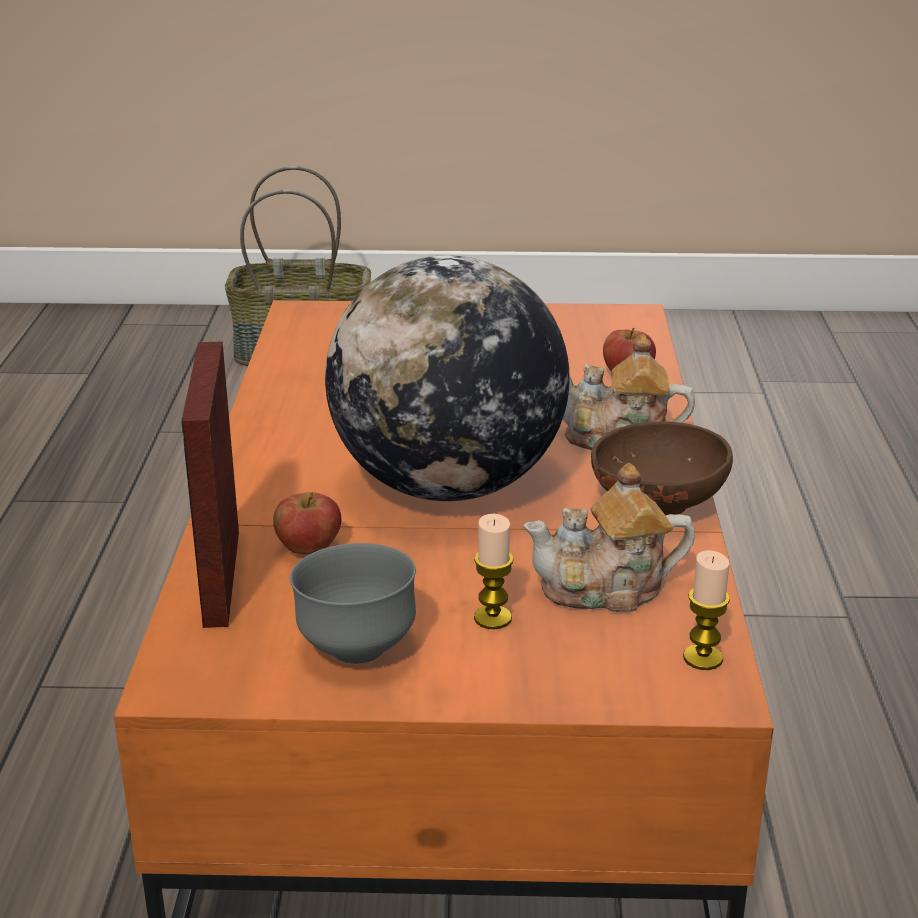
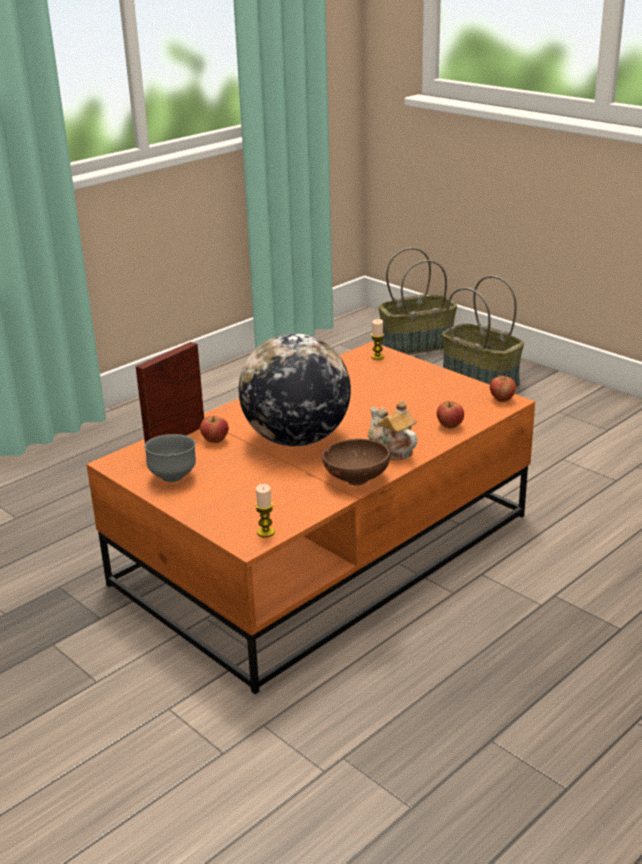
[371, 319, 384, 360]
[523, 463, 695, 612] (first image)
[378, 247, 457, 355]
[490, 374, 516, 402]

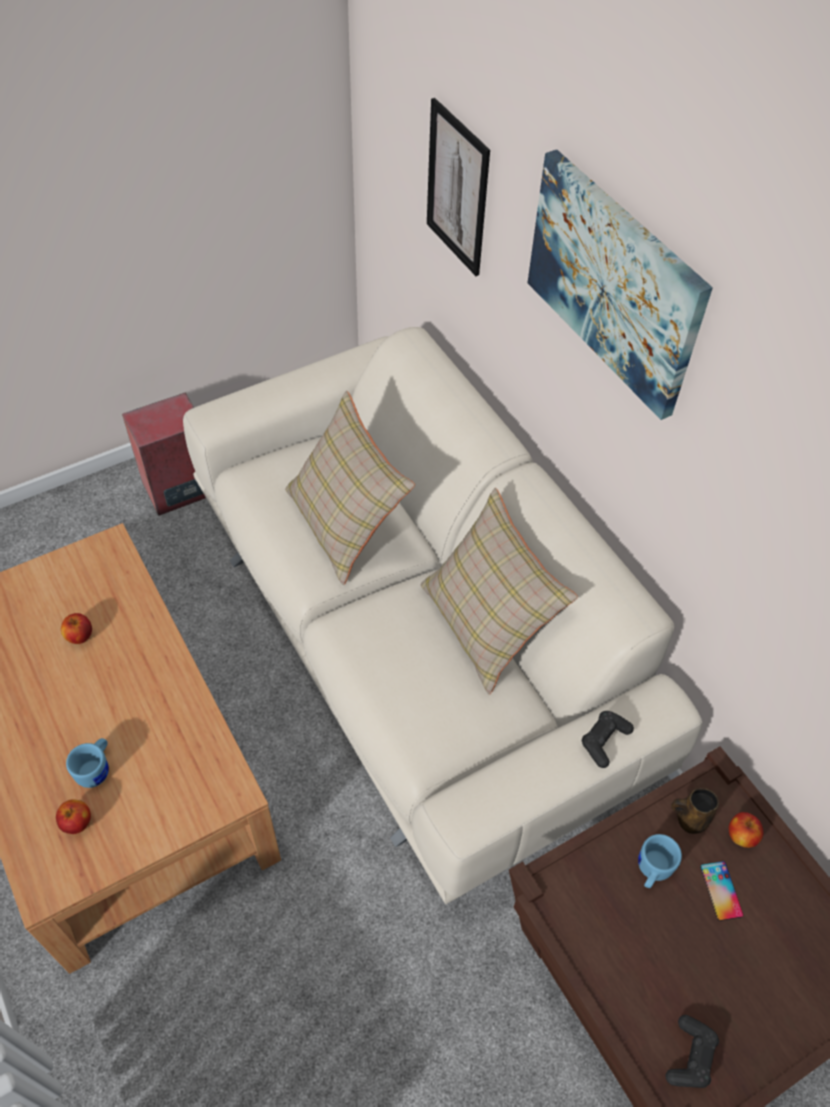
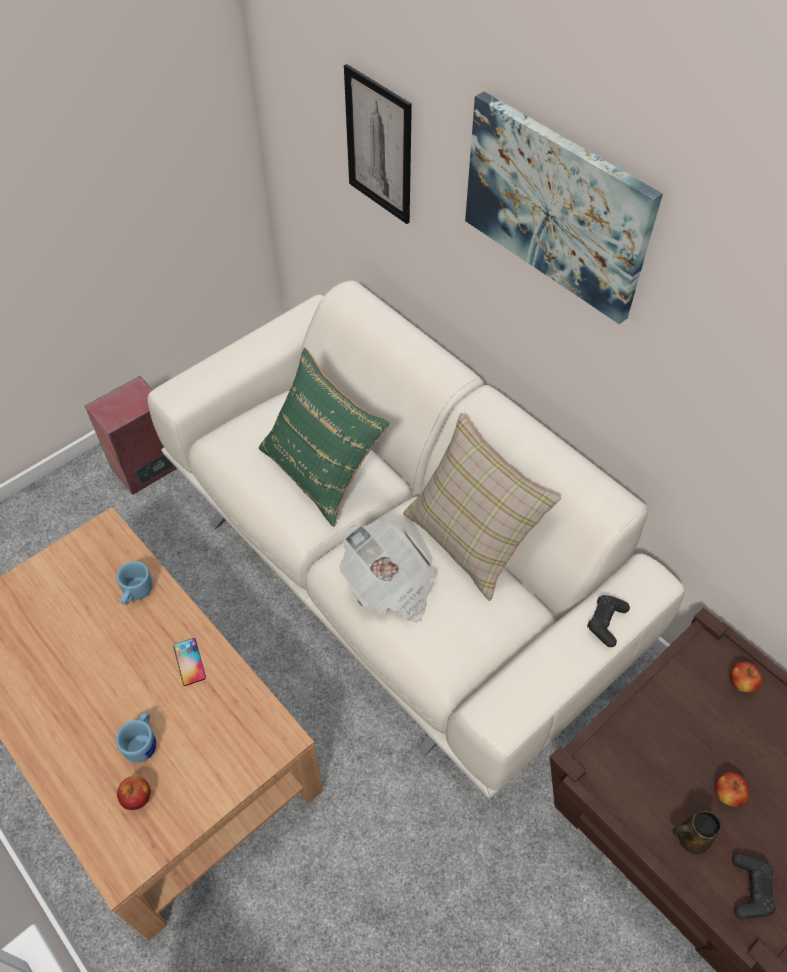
[715, 772, 750, 807]
[259, 348, 390, 527]
[116, 561, 153, 605]
[672, 811, 722, 854]
[173, 638, 206, 686]
[339, 519, 437, 623]

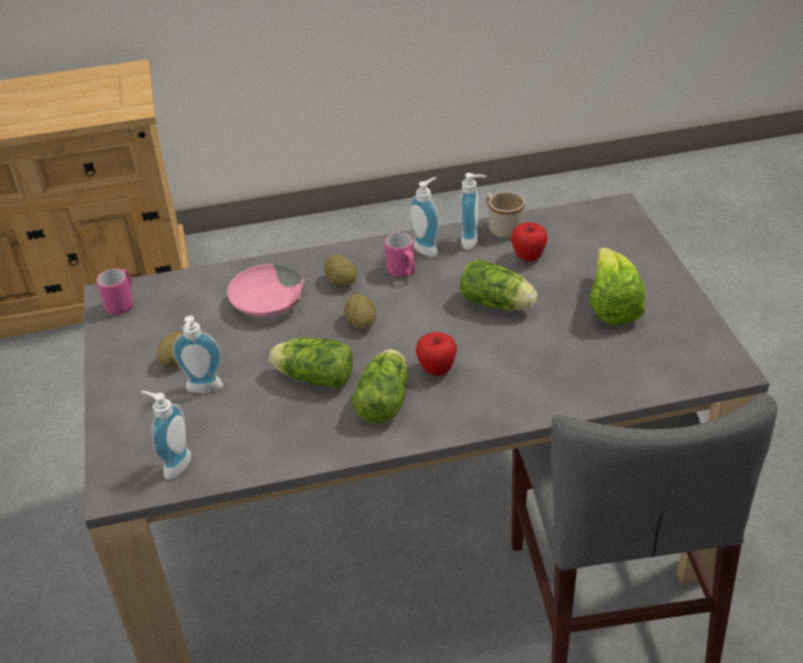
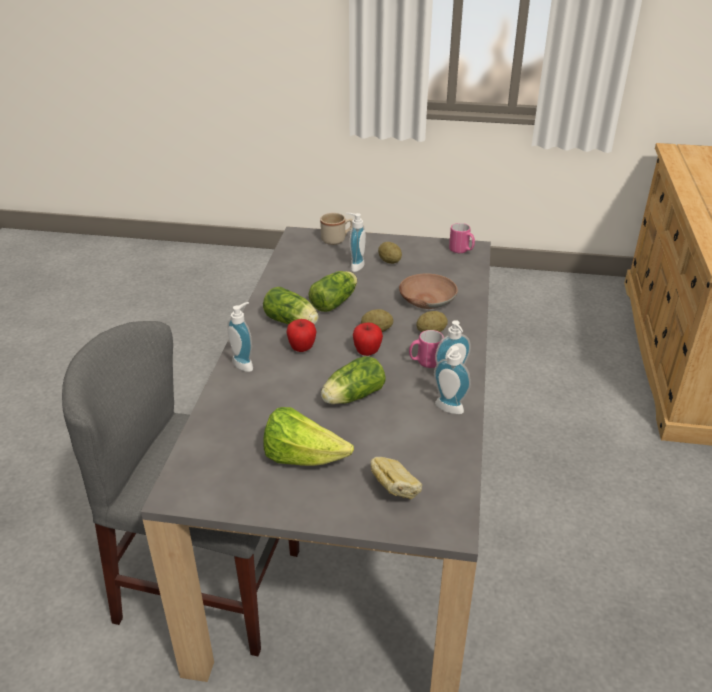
[227, 302, 253, 372]
[399, 274, 458, 309]
[320, 213, 353, 245]
[353, 322, 383, 356]
[370, 457, 422, 499]

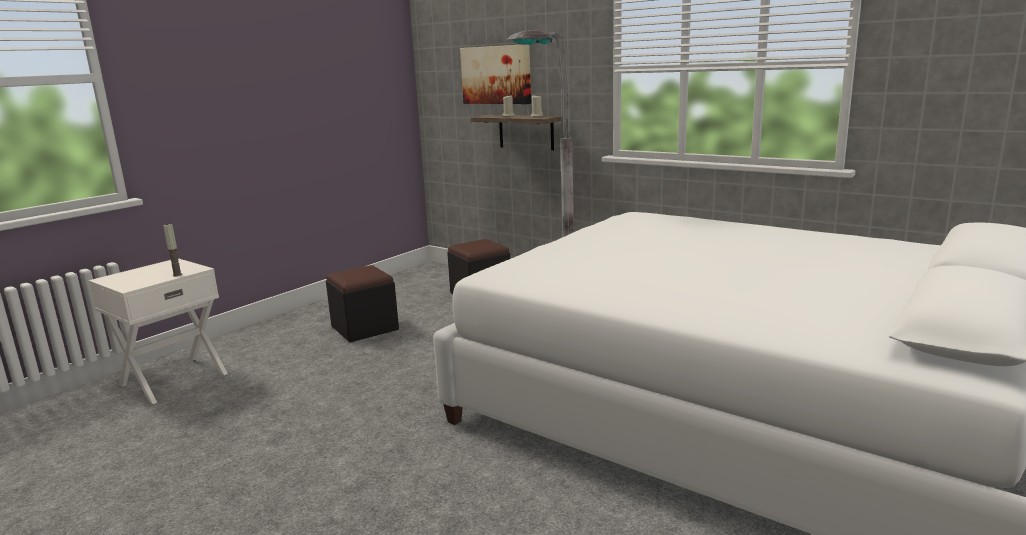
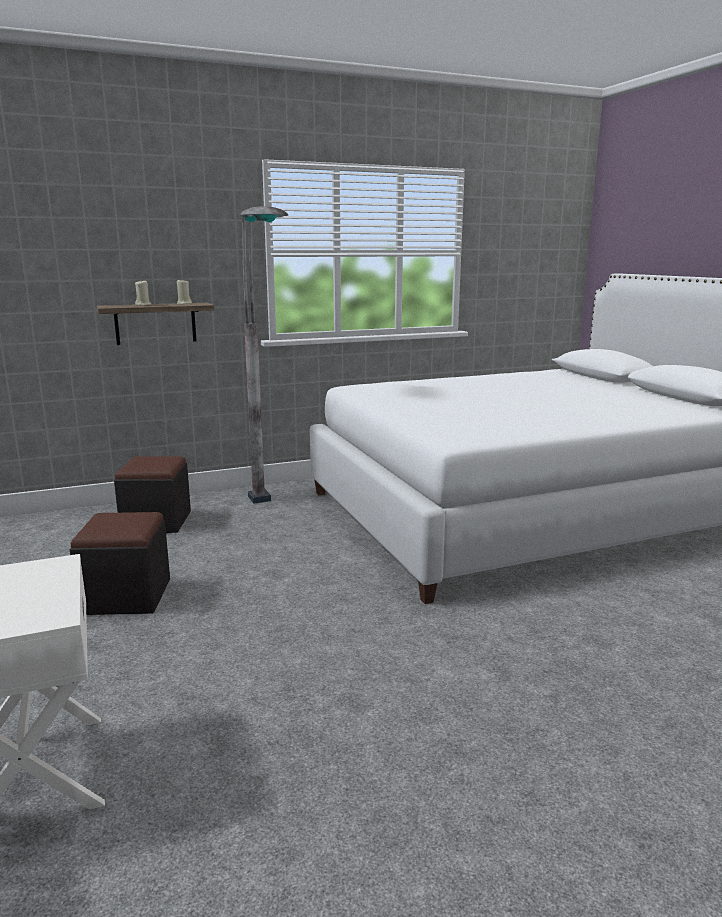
[163, 224, 182, 276] (first image)
[460, 44, 531, 104] (first image)

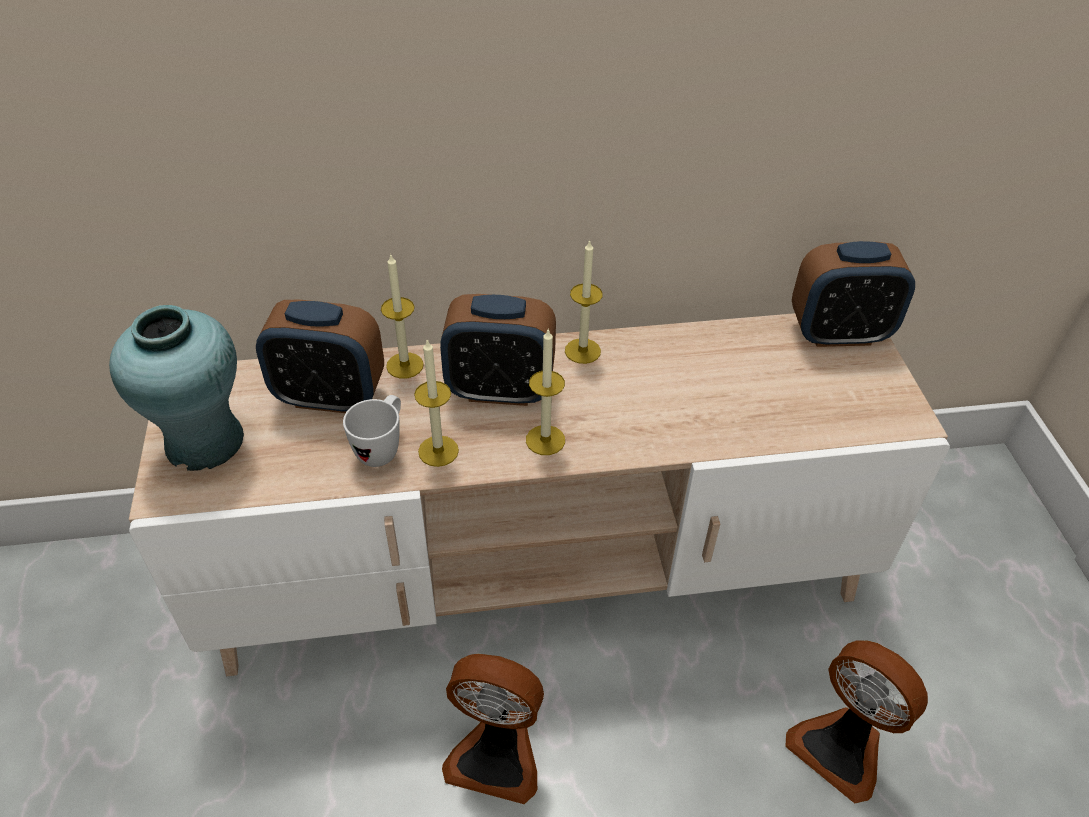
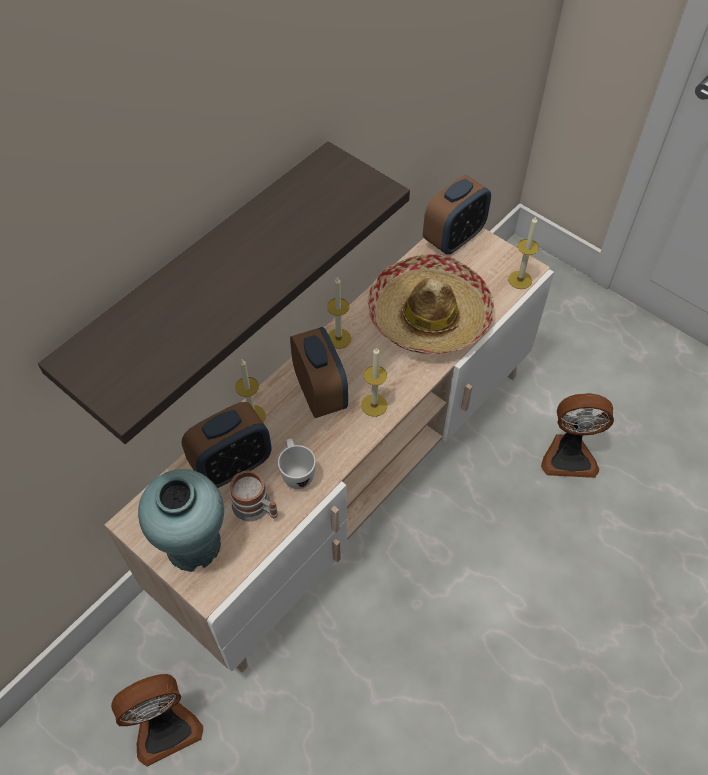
[508, 217, 539, 289]
[290, 327, 348, 418]
[111, 674, 203, 767]
[38, 141, 410, 444]
[229, 471, 278, 521]
[368, 254, 494, 355]

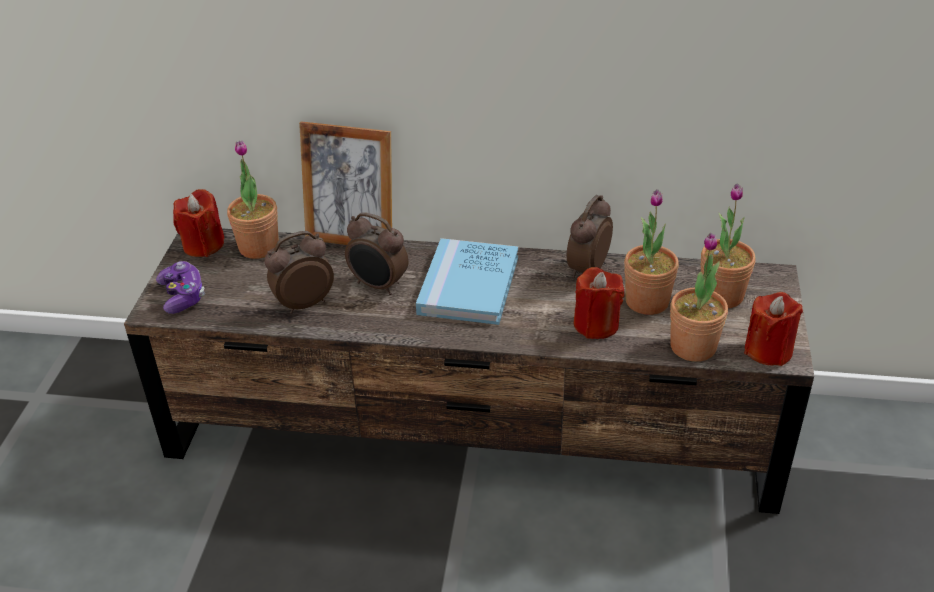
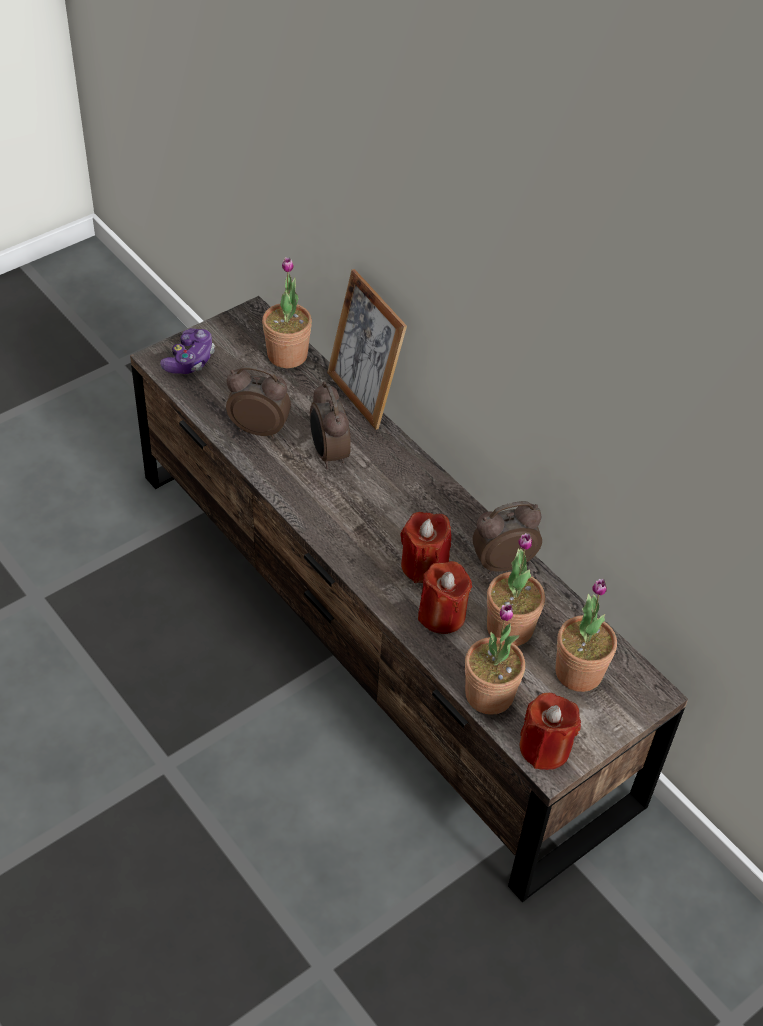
[400, 512, 451, 583]
[416, 238, 518, 325] (first image)

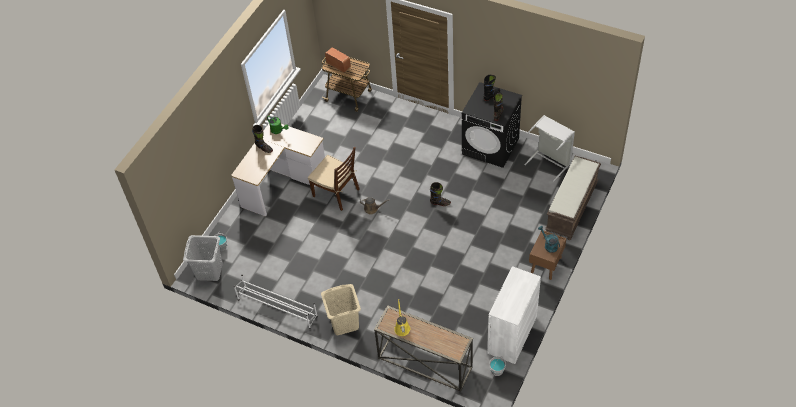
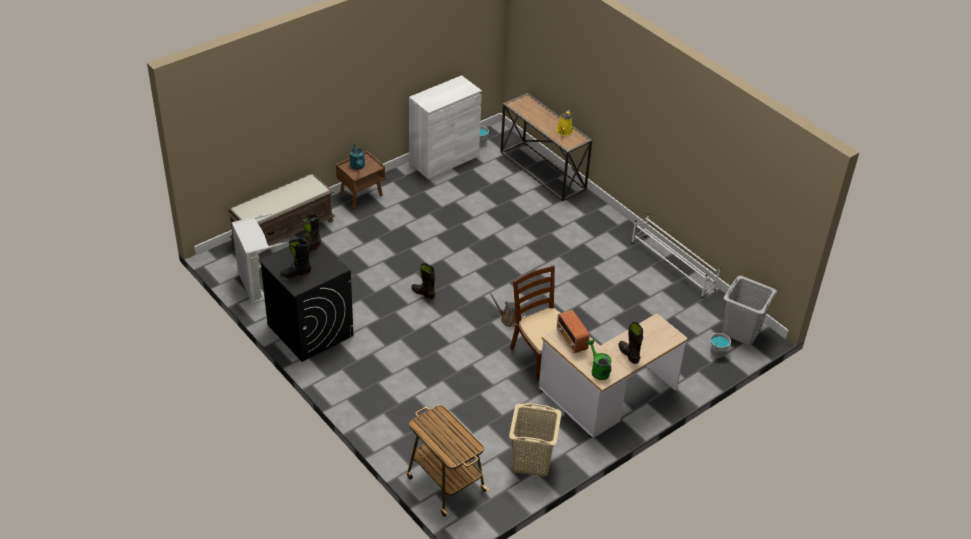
[509, 403, 562, 477]
[557, 310, 590, 353]

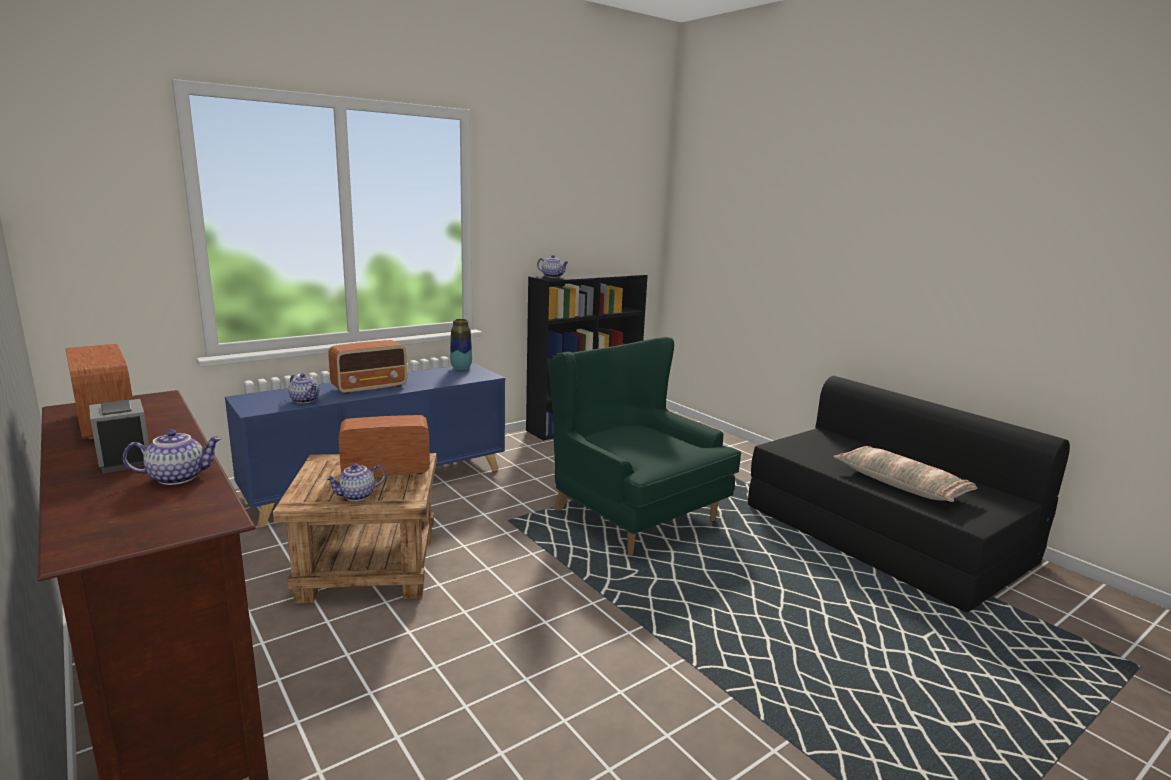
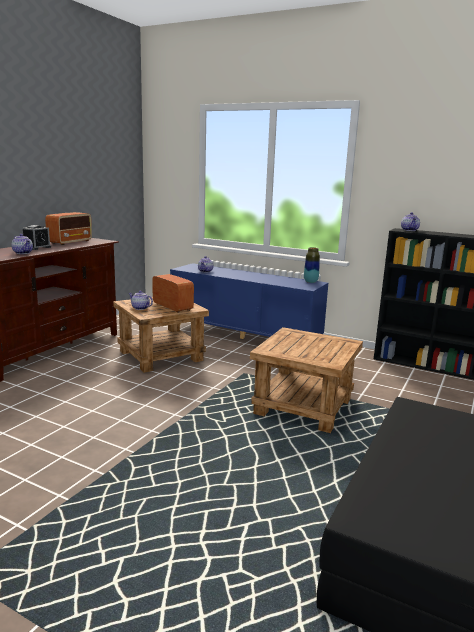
[328, 340, 407, 394] (first image)
[250, 327, 363, 433]
[833, 446, 977, 502] (first image)

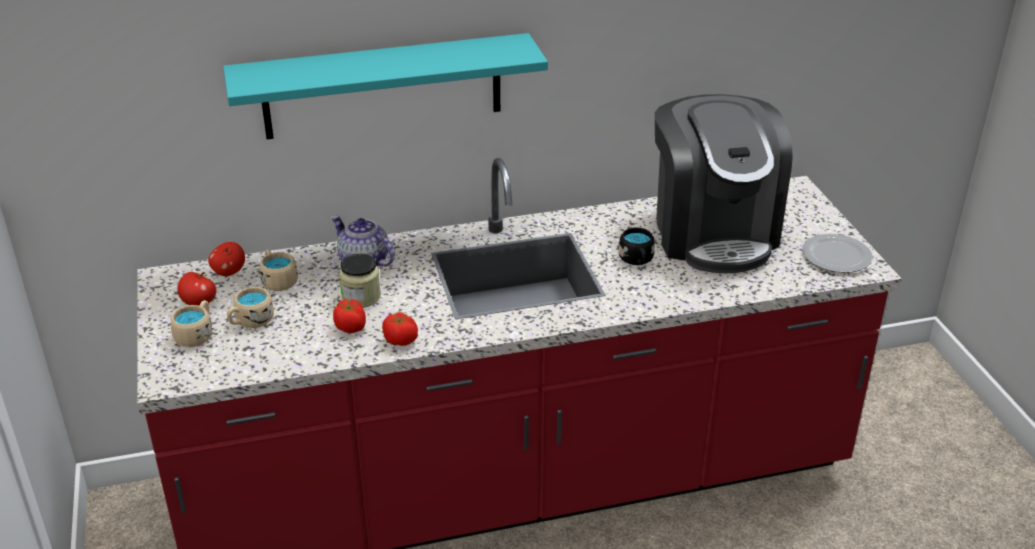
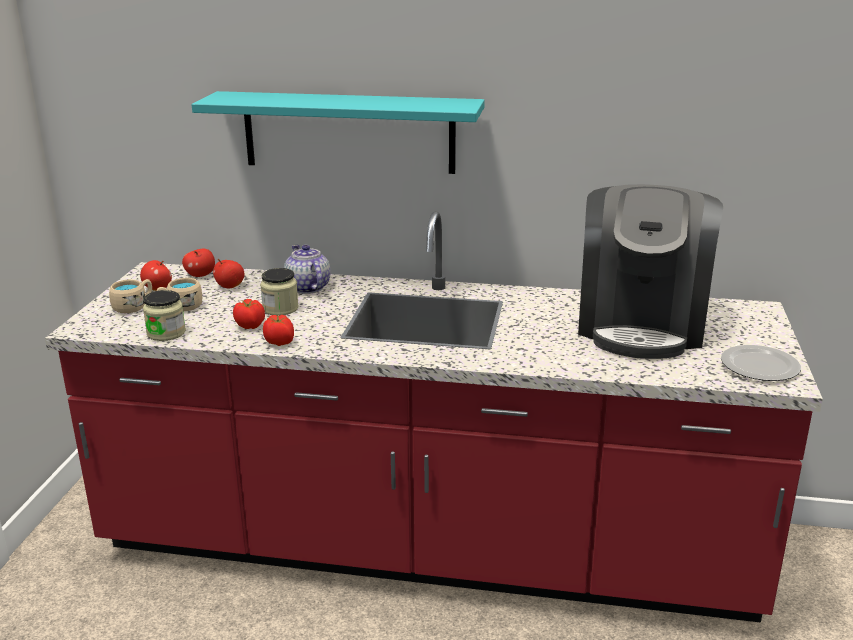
[213, 259, 244, 288]
[619, 228, 655, 265] (first image)
[143, 290, 186, 341]

